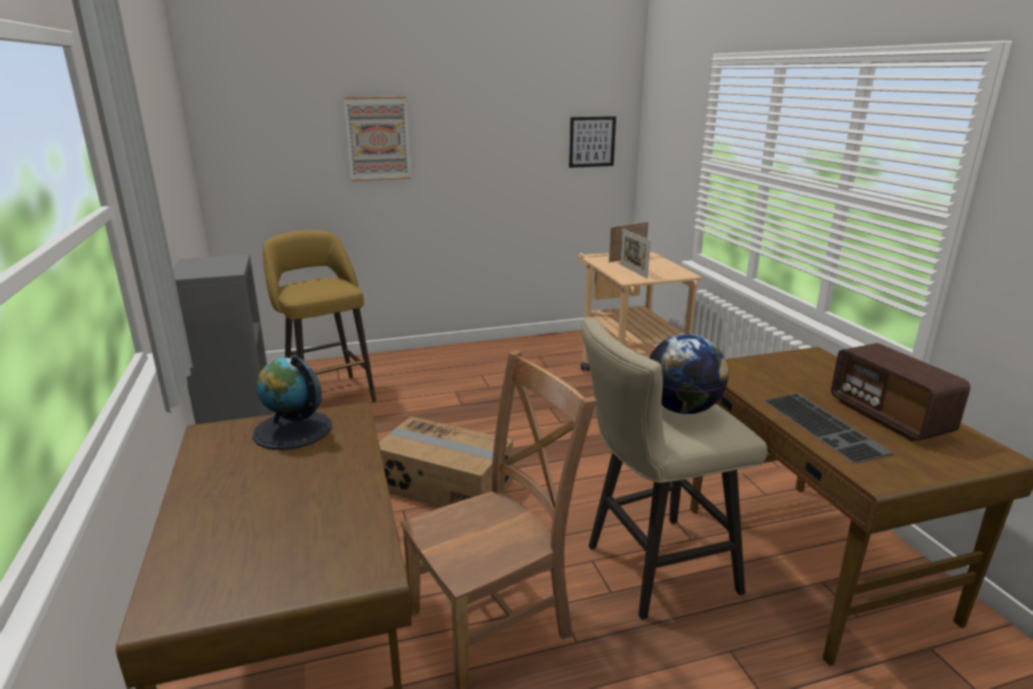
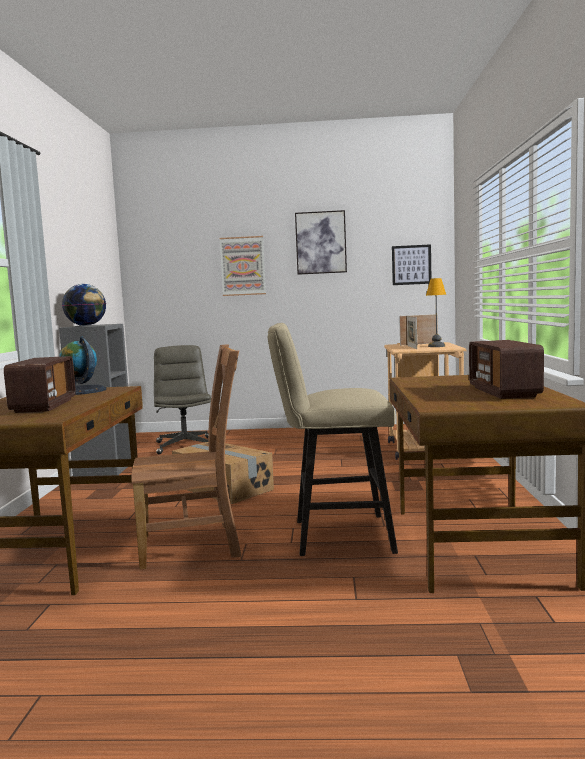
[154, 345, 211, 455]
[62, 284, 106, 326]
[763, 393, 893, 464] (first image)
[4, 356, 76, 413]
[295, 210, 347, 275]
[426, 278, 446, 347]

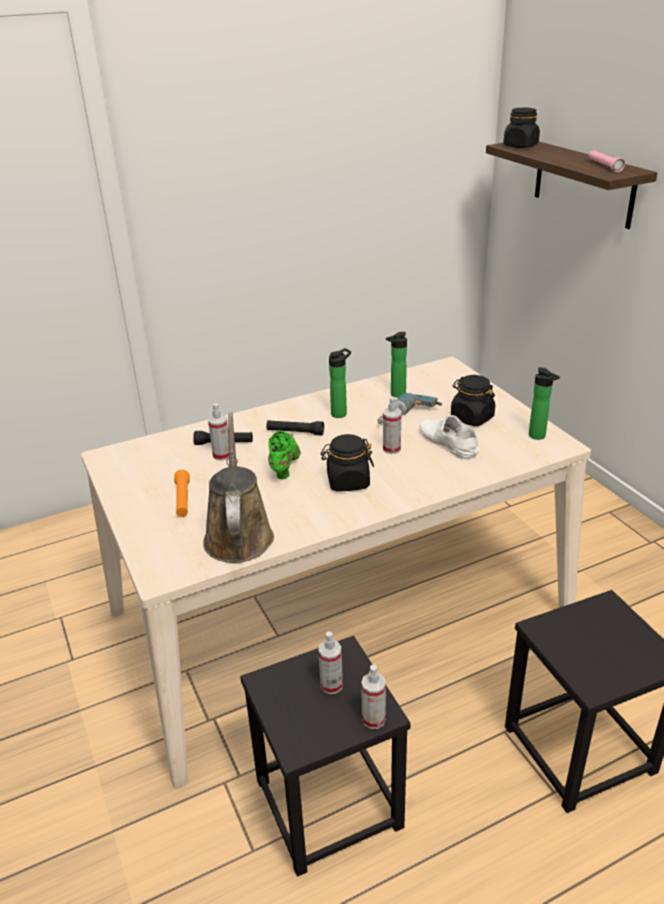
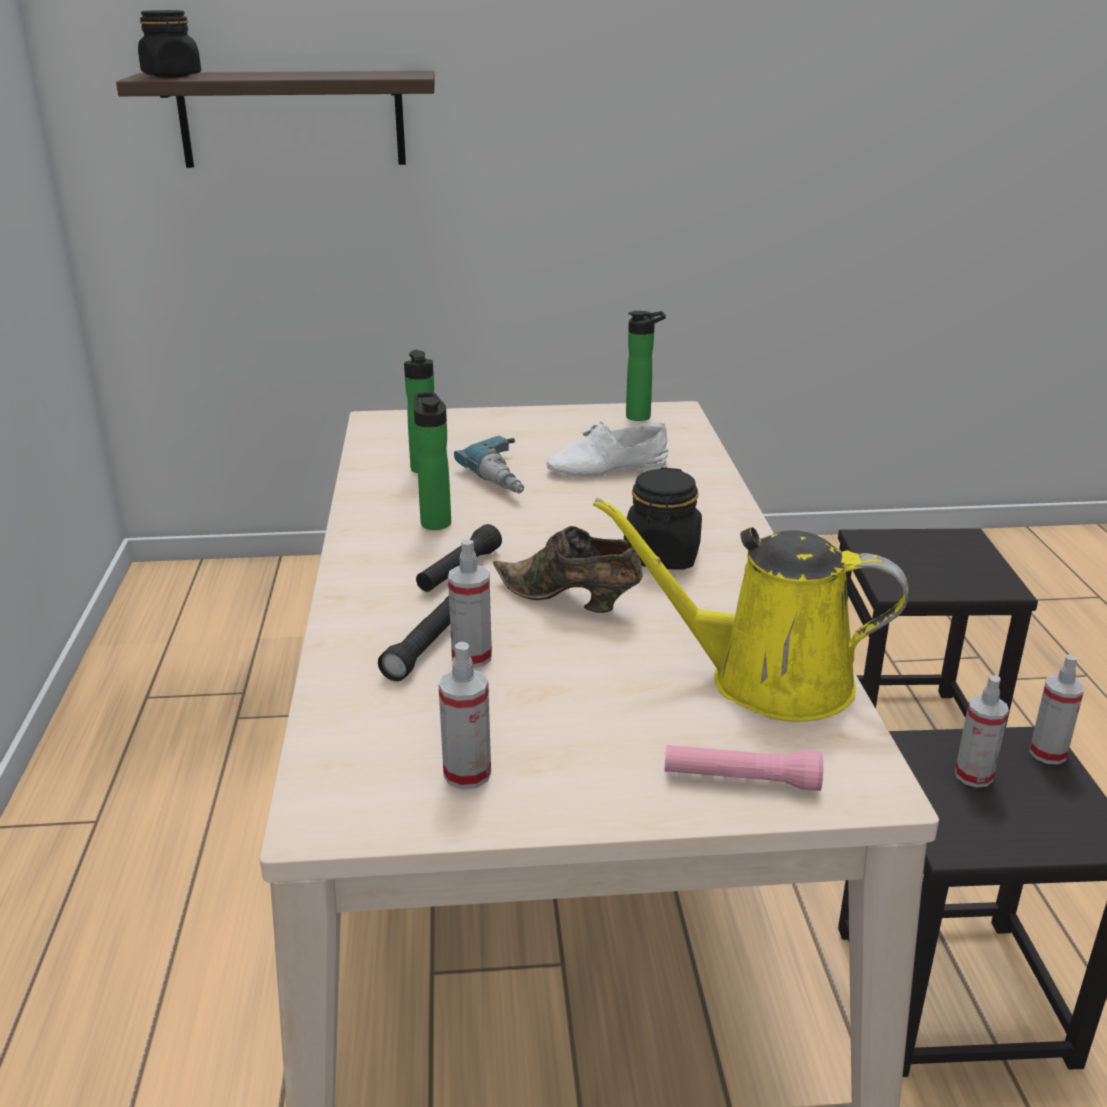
[174, 470, 190, 517] (first image)
[593, 497, 908, 722]
[493, 526, 643, 613]
[438, 642, 491, 789]
[451, 375, 495, 426] (first image)
[665, 745, 824, 791]

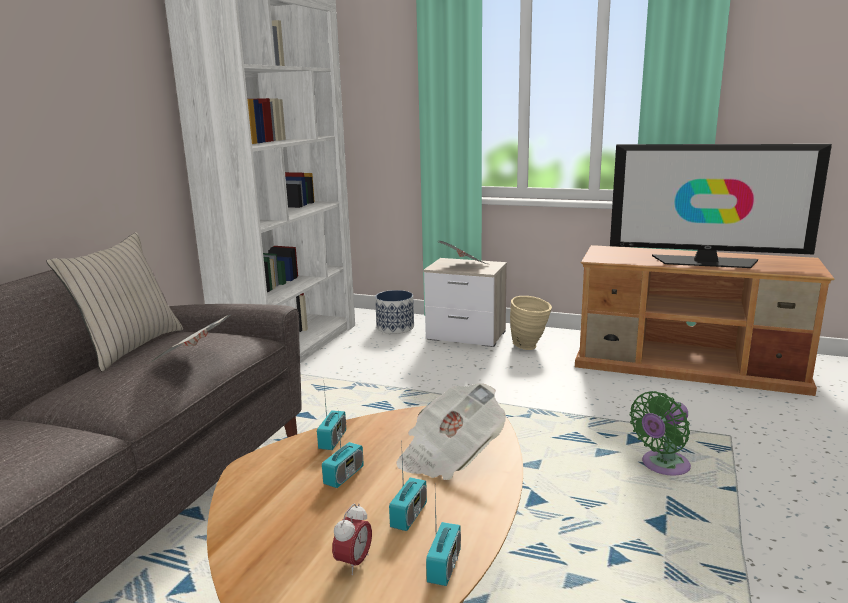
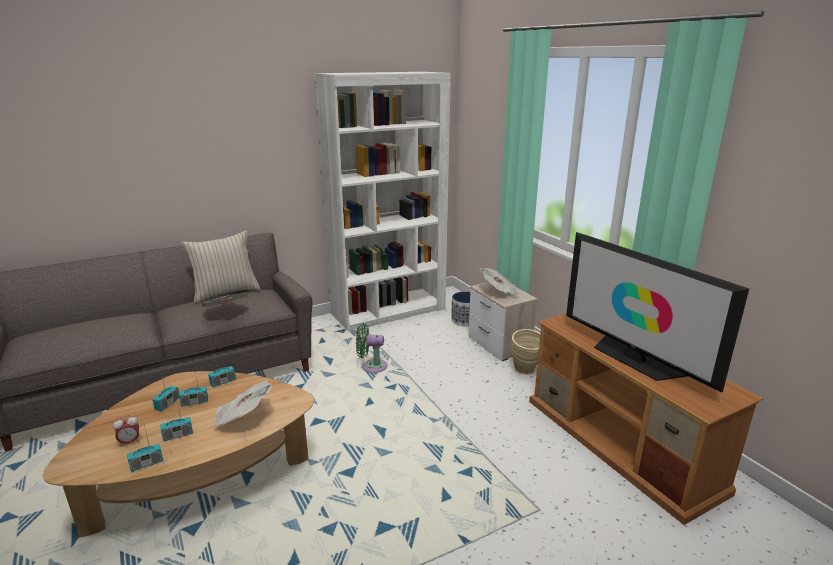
[356, 323, 388, 373]
[152, 372, 179, 411]

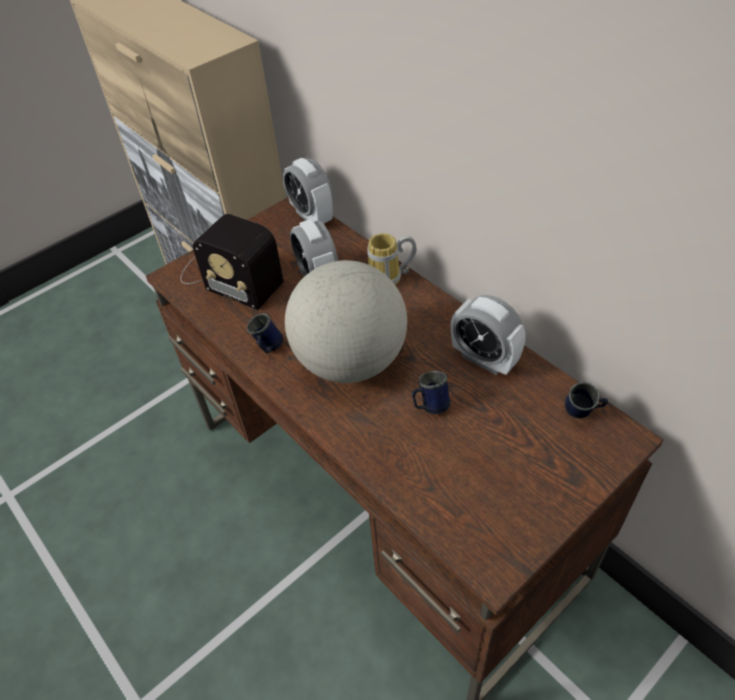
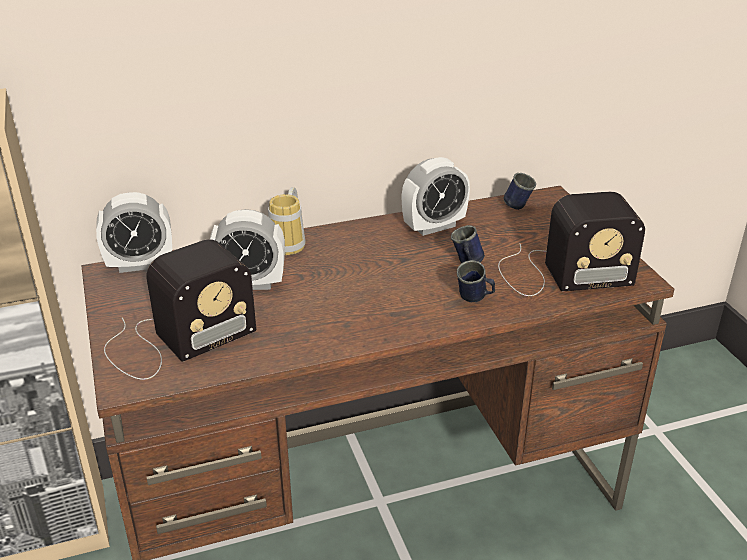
[457, 260, 495, 302]
[285, 260, 407, 383] (first image)
[498, 192, 645, 296]

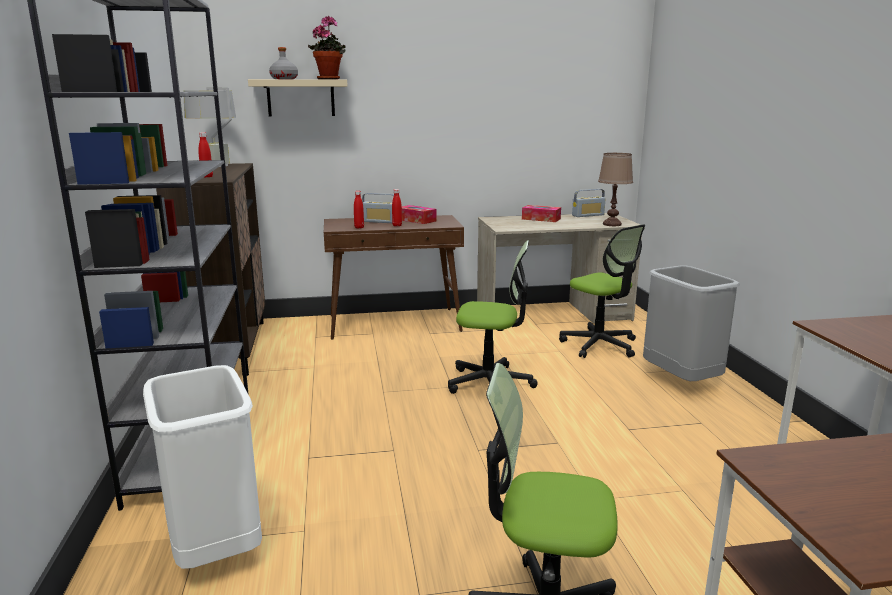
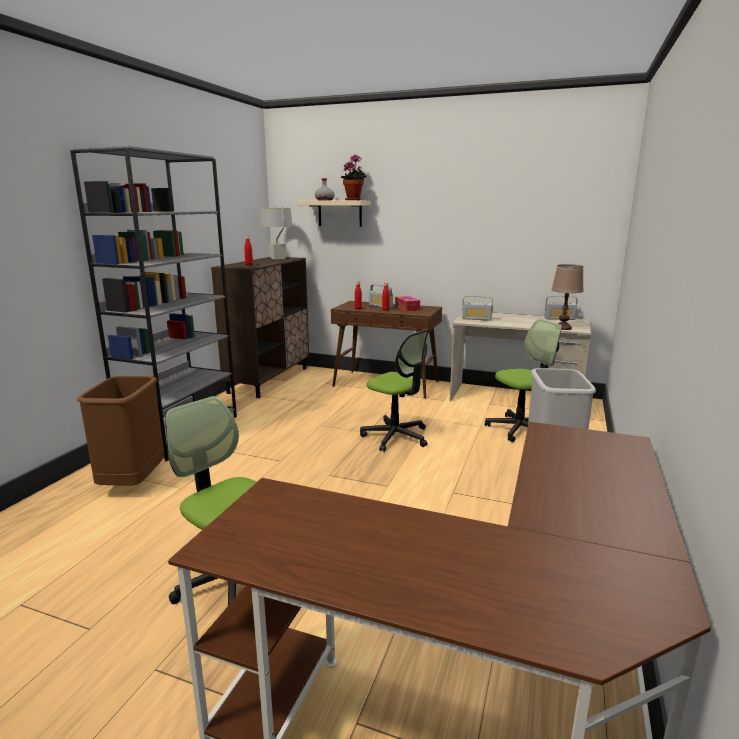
[77, 376, 164, 486]
[522, 205, 561, 222] (first image)
[484, 319, 562, 442]
[462, 296, 493, 321]

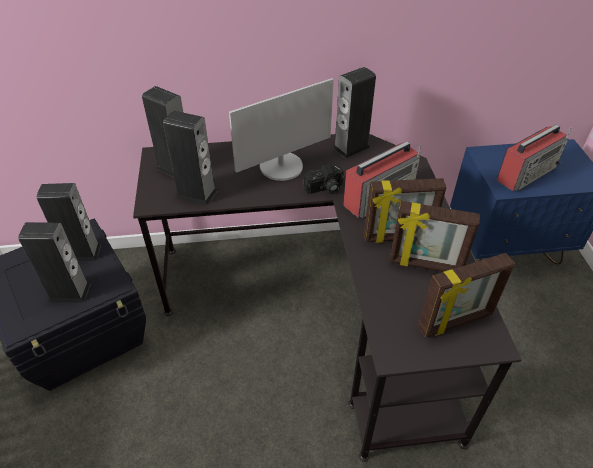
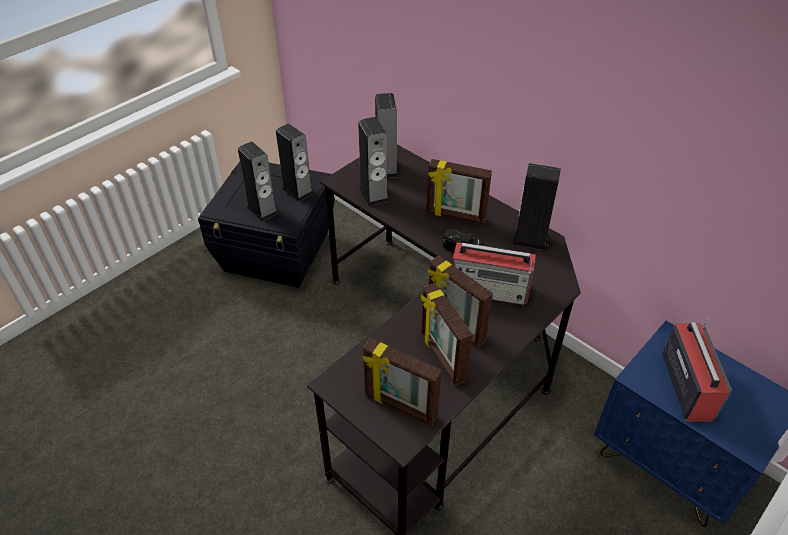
[427, 159, 492, 224]
[662, 317, 732, 422]

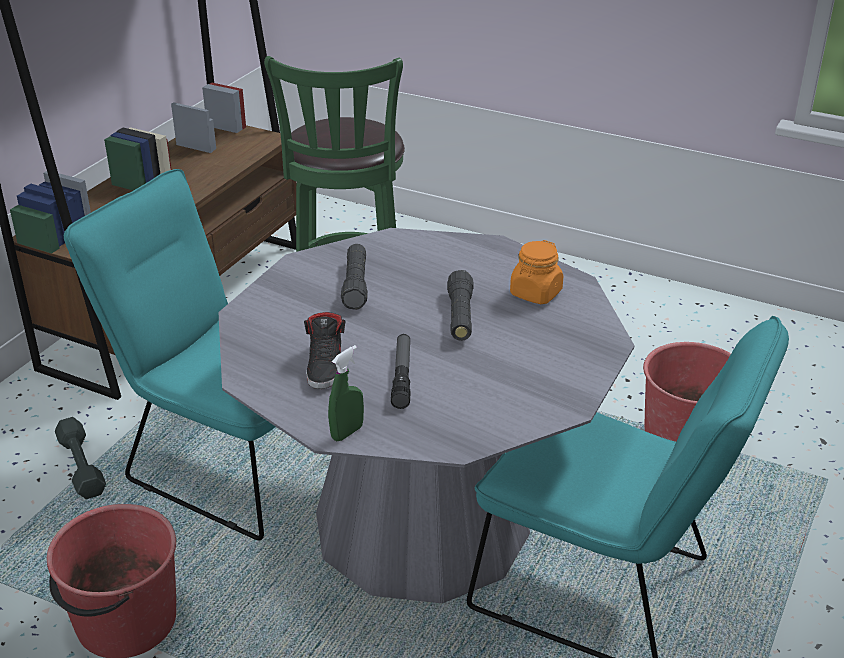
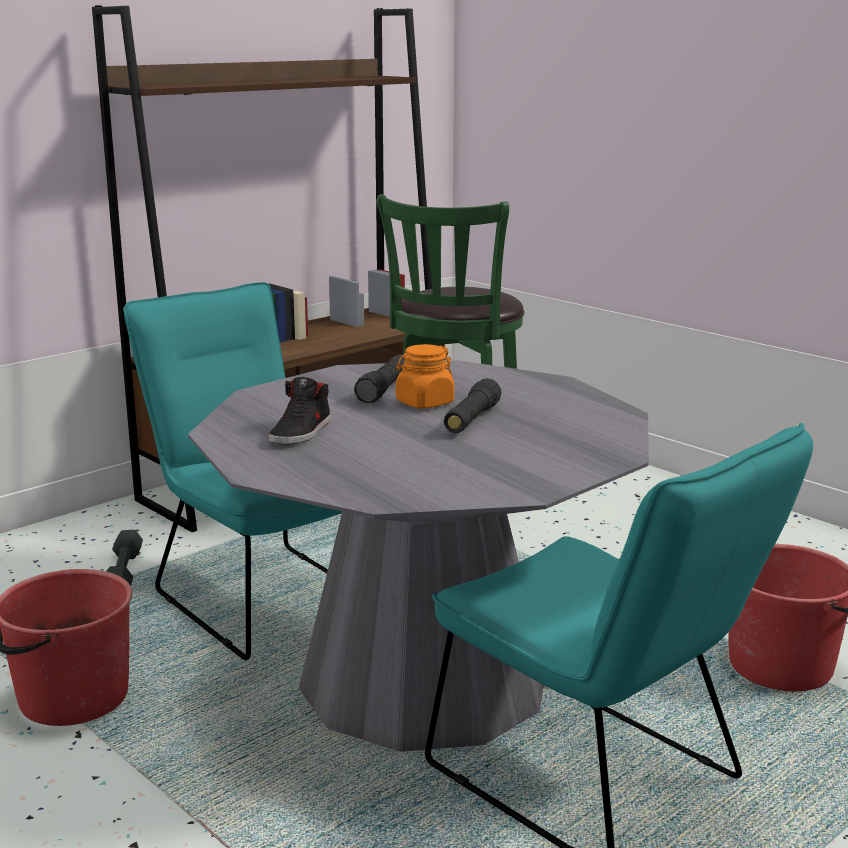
[328, 345, 364, 441] (first image)
[391, 334, 411, 409] (first image)
[396, 344, 454, 409]

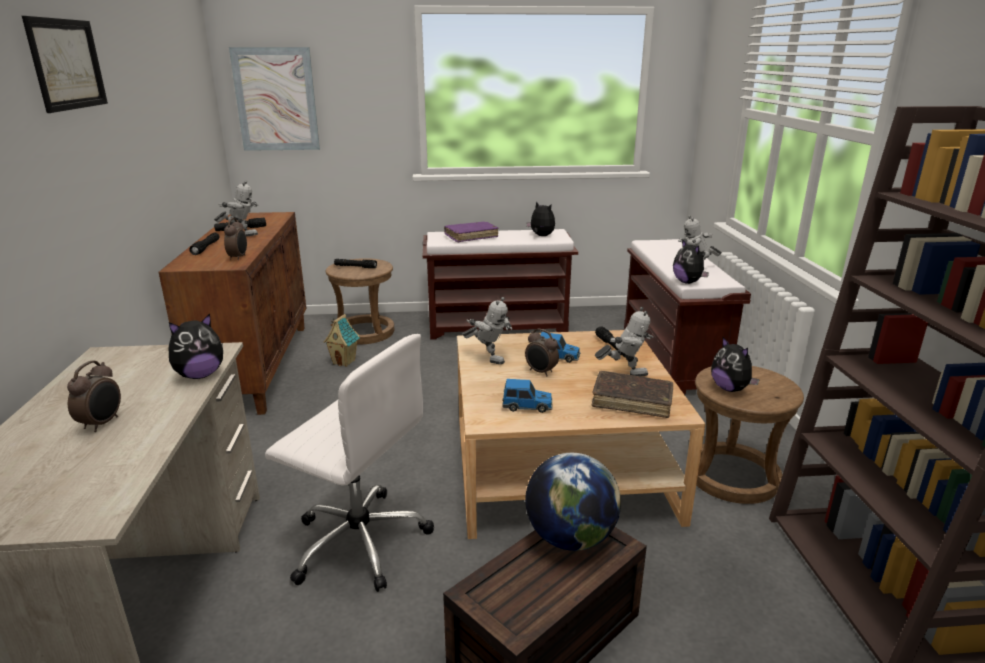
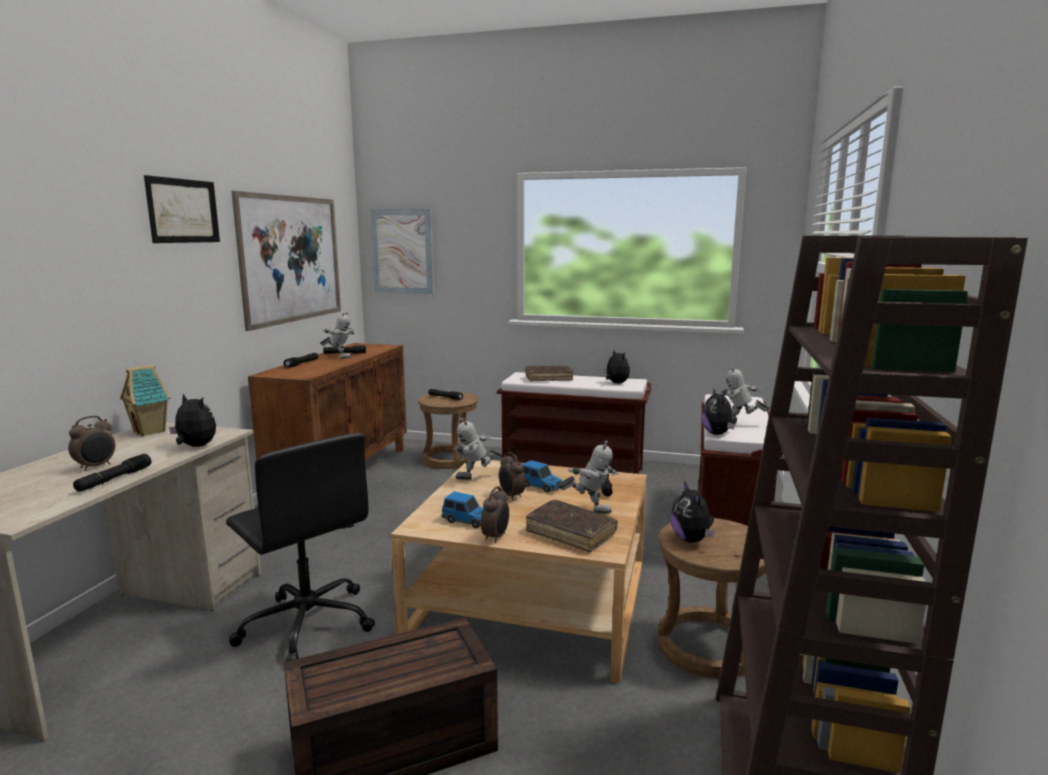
[169, 393, 216, 447]
[481, 486, 509, 543]
[226, 433, 375, 661]
[120, 365, 170, 436]
[525, 366, 573, 382]
[453, 418, 503, 480]
[525, 453, 621, 551] (first image)
[73, 454, 151, 492]
[231, 191, 341, 331]

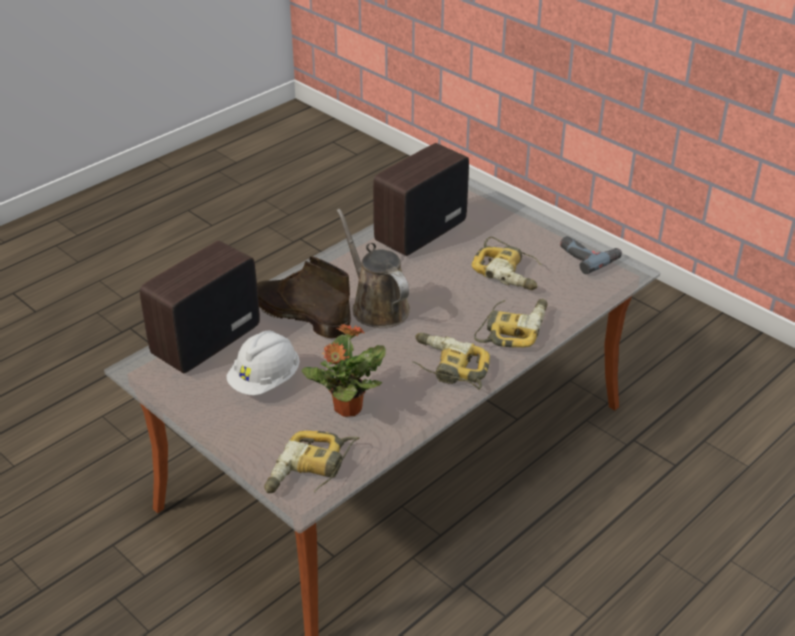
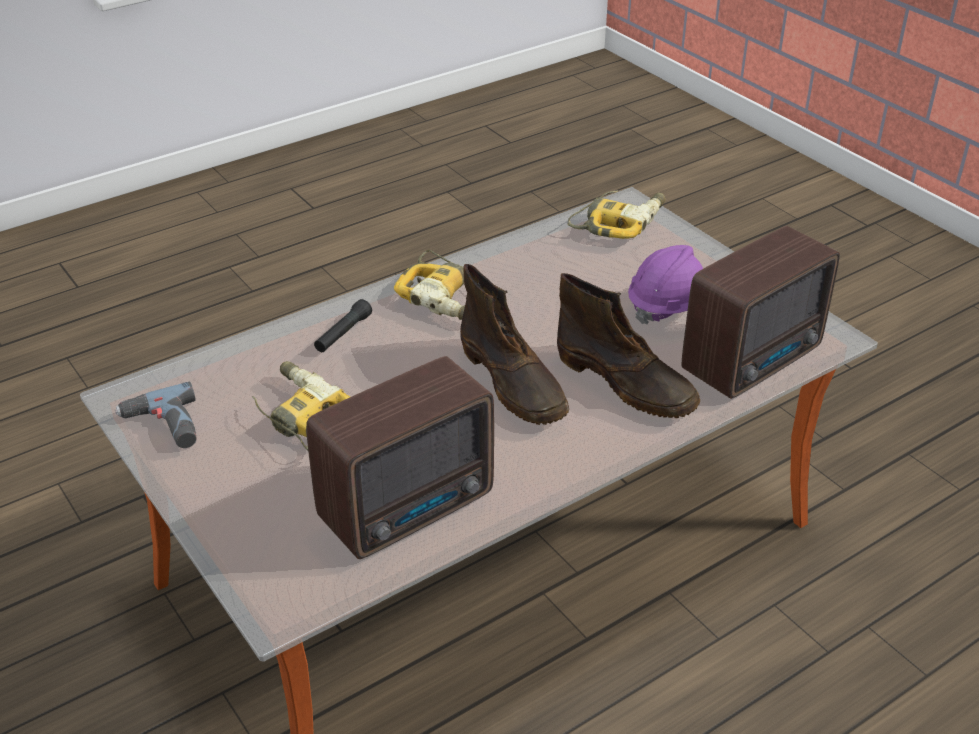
[628, 245, 703, 324]
[302, 324, 386, 417] (first image)
[460, 264, 569, 425]
[314, 299, 372, 352]

